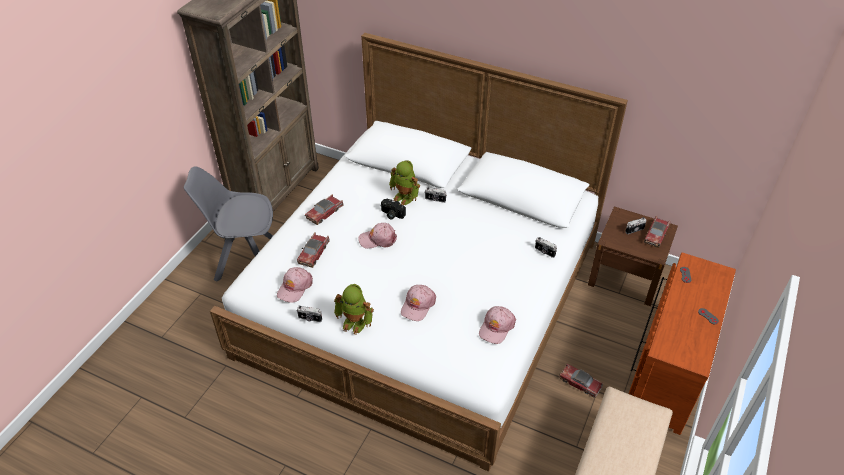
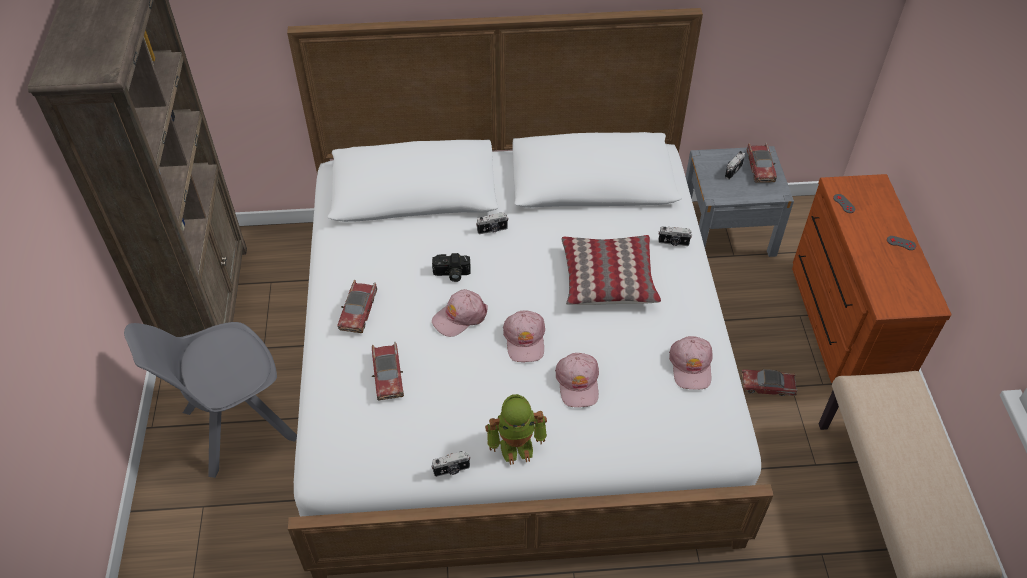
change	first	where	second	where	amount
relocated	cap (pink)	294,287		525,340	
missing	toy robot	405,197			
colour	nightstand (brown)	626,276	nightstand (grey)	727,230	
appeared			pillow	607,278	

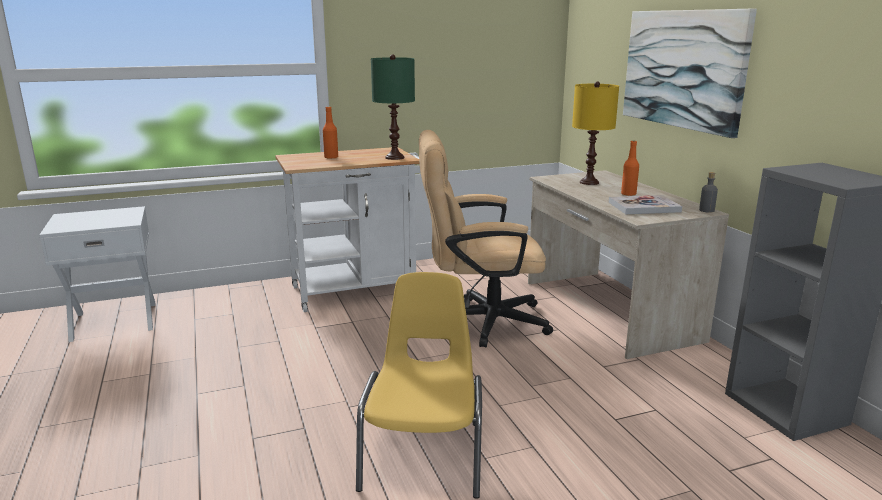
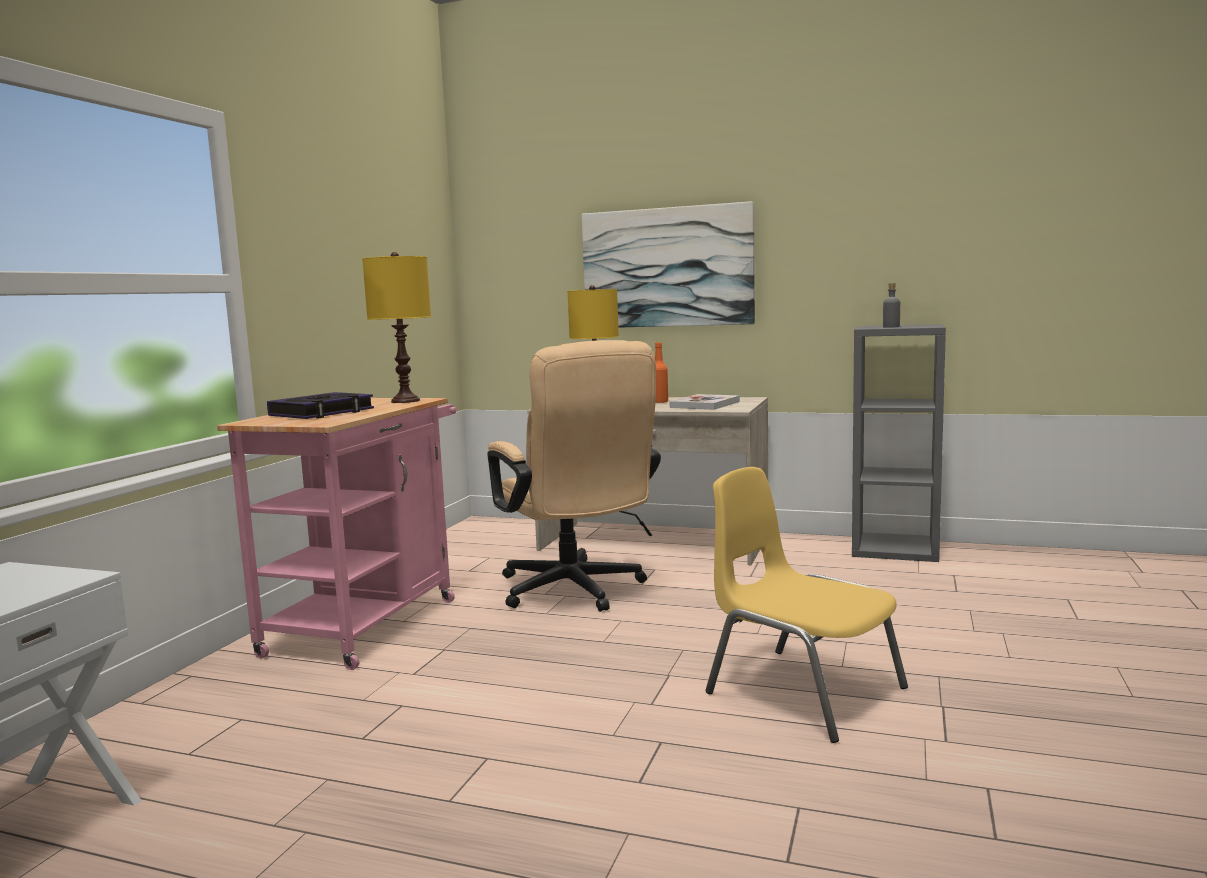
change	first	where	second	where	amount
colour	cart (white)	362,290	cart (pink)	368,622	
exchanged	bottle (orange)	331,157	book	322,413	
colour	table lamp (green)	395,157	table lamp (yellow)	406,401	
spun	office chair (beige)	479,321		576,592	60 degrees counterclockwise
relocated	bottle (grey)	706,210		891,327	

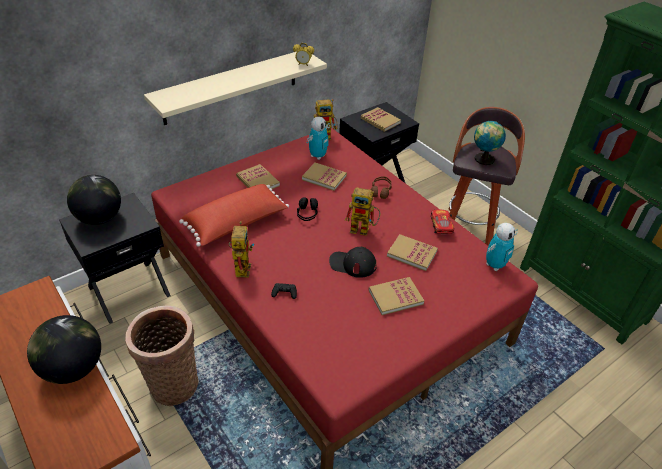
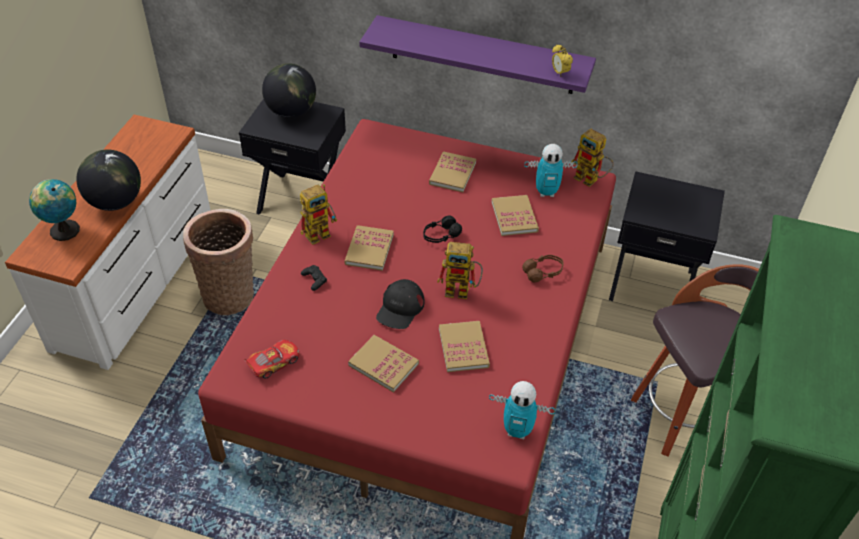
change	first	where	second	where	amount
colour	shelf (beige)	231,87	shelf (purple)	482,55	
missing	pillow (red)	237,224			
spun	cap (black)	352,264		400,308	135 degrees counterclockwise
spun	toy robot	364,229		462,290	60 degrees counterclockwise
relocated	book	380,121		369,249	
relocated	toy car	441,225		273,363	
relocated	globe	483,159		63,230	

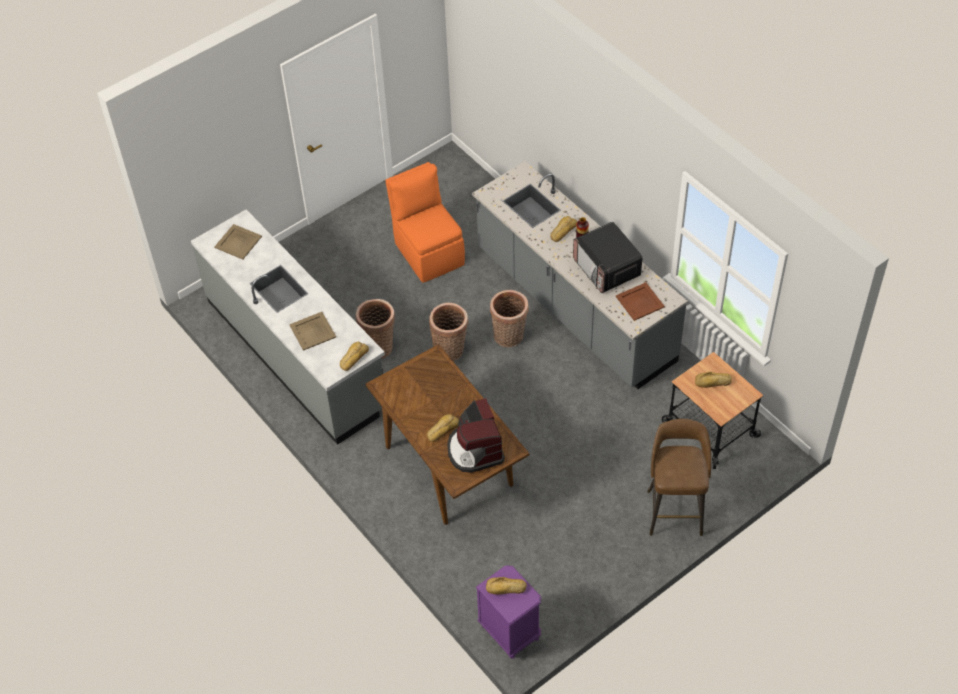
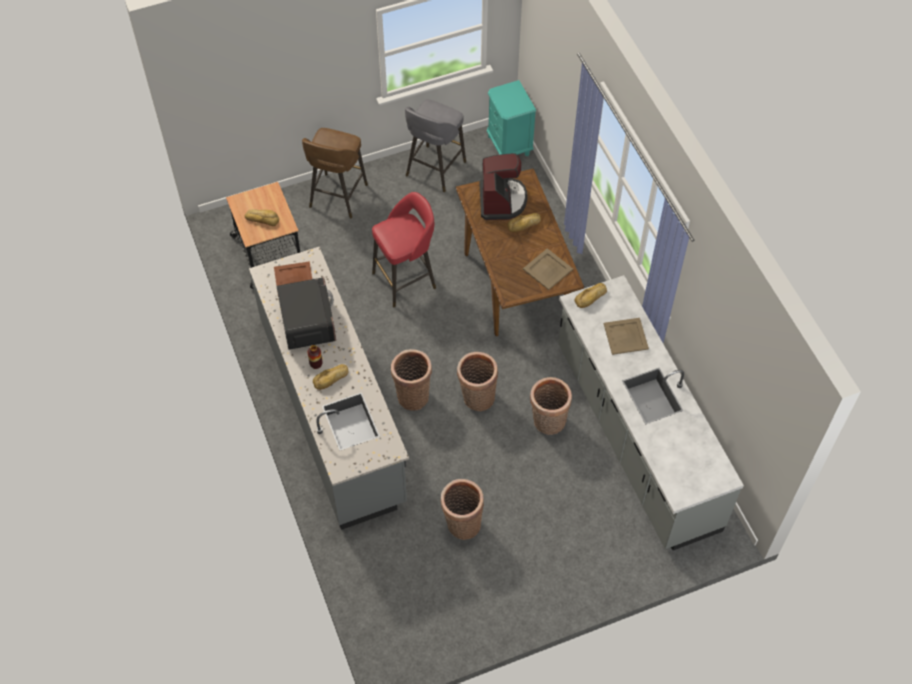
change	first	where	second	where	amount
relocated	tray (beige)	238,242		547,269	
exchanged	chair (orange)	428,252	basket	461,524	
colour	nightstand (purple)	509,632	nightstand (turquoise)	509,145	
missing	bread	506,588			
appeared			stool (red)	406,280	
appeared			stool (grey)	434,170	

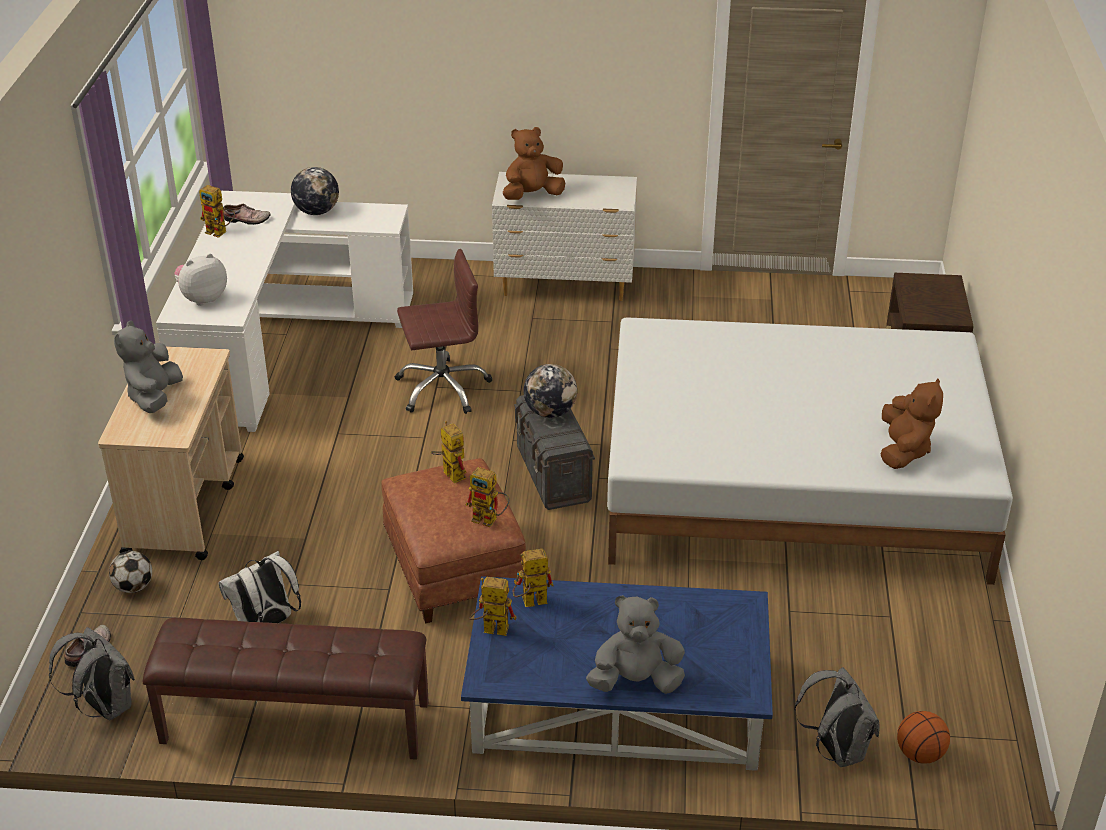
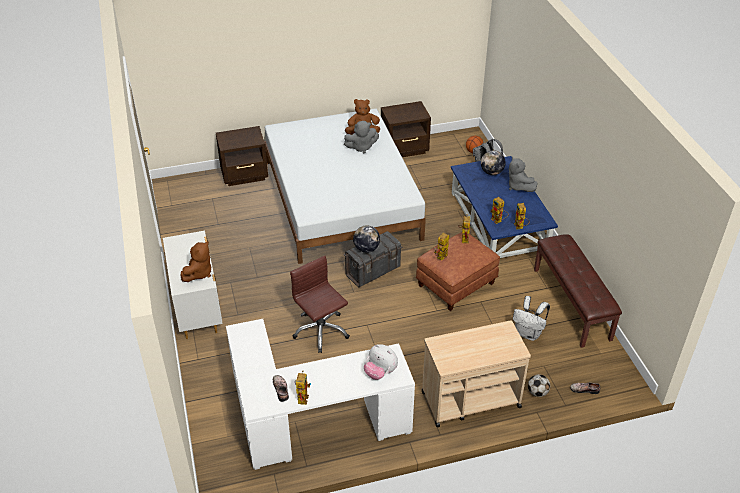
change	first	where	second	where	amount
missing	backpack (grey)	104,706			
relocated	plush toy (grey)	154,397		361,147	
relocated	globe	316,212		492,172	
spun	plush toy (brown)	532,195		199,273	105 degrees counterclockwise
appeared			nightstand (brown)	405,149	

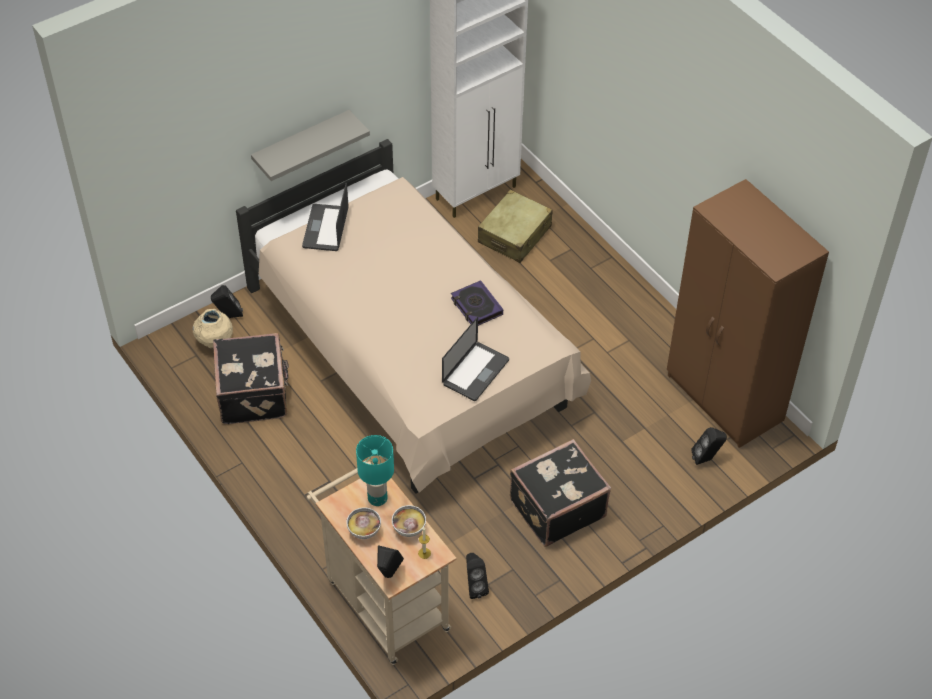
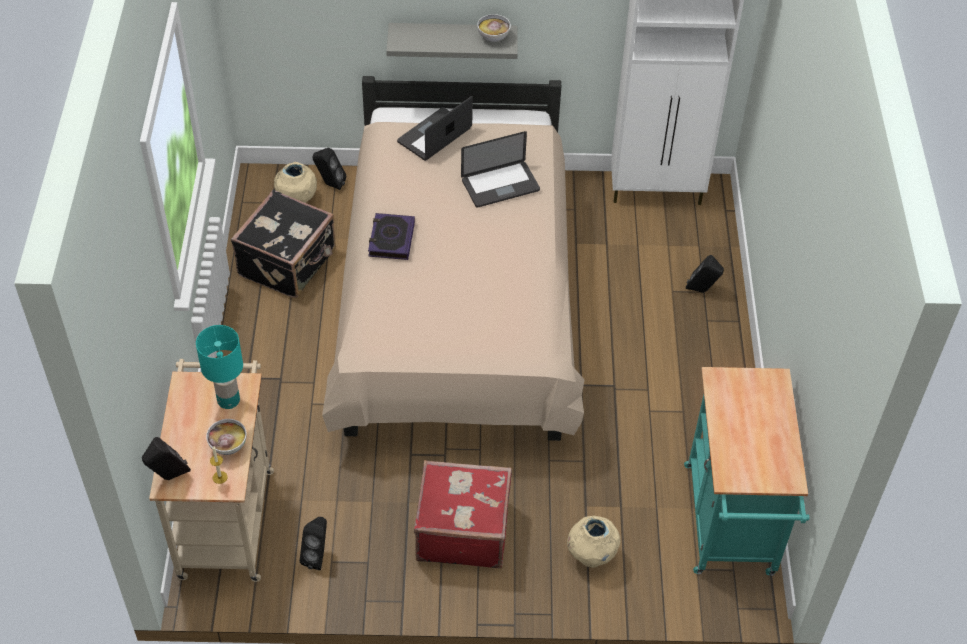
change	first	where	second	where	amount
relocated	bowl	364,531		493,38	
relocated	laptop	475,372		500,185	
relocated	book	476,307		391,239	
missing	suitcase (beige)	515,234			
colour	suitcase (black)	556,507	suitcase (red)	462,530	
exchanged	wardrobe (brown)	724,399	cart (turquoise)	730,528	
relocated	speaker (black)	706,459		702,290	
appeared			vase (beige)	591,556	

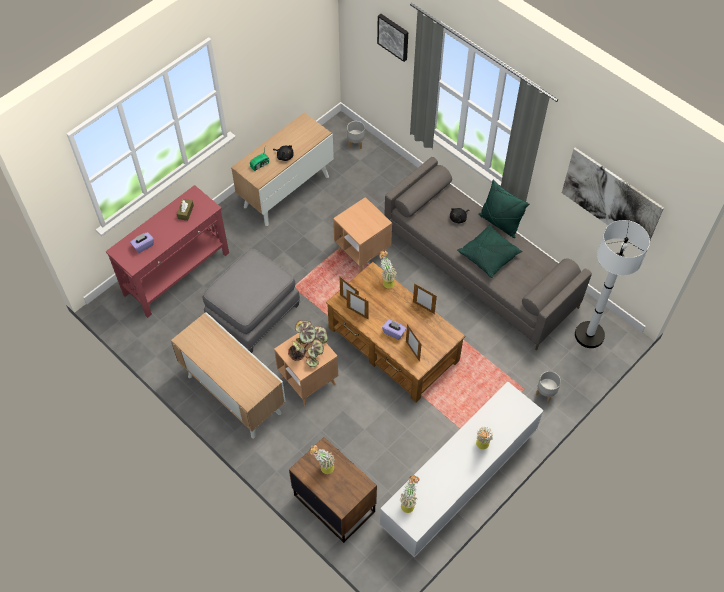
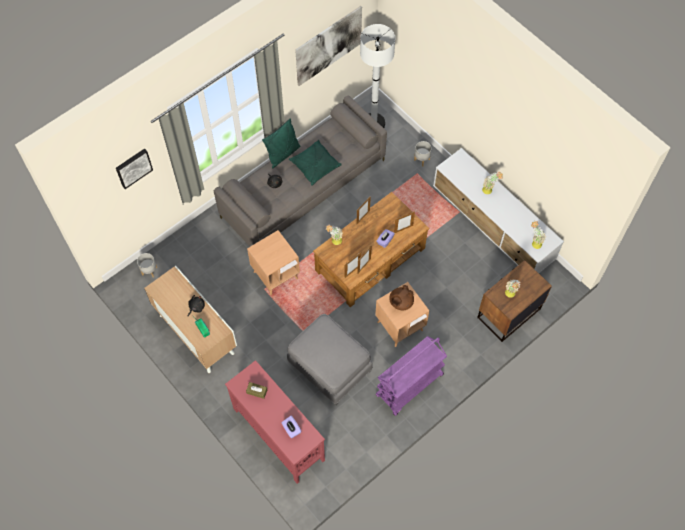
change	first	where	second	where	amount
exchanged	cabinet	233,394	cart (purple)	409,386	
exchanged	potted plant	308,349	teapot (brown)	400,302	

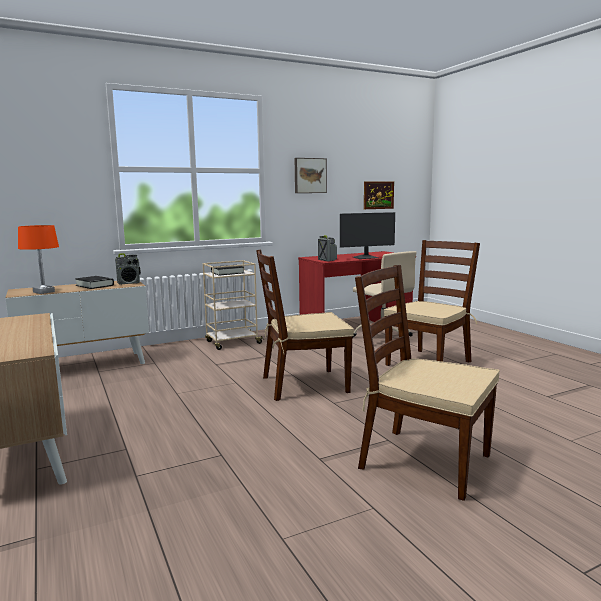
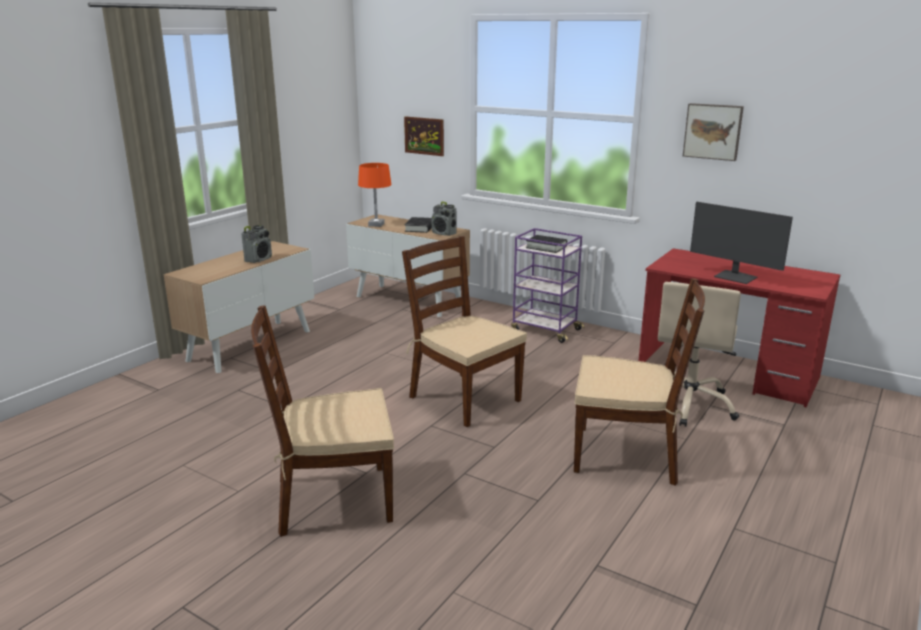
change	first	where	second	where	amount
colour	cart (beige)	232,343	cart (purple)	545,330	
relocated	radio	327,260		258,259	
spun	chair (brown)	423,461		333,499	105 degrees counterclockwise
relocated	picture	378,195		424,136	

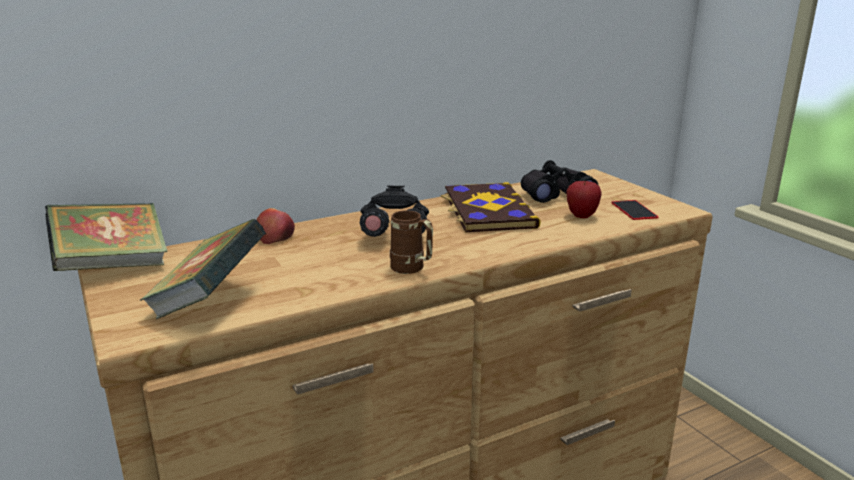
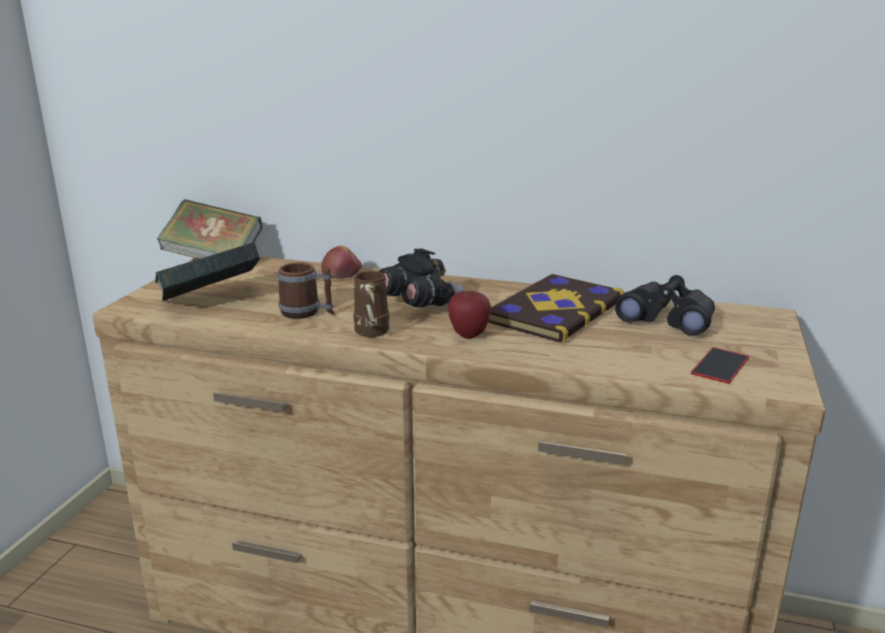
change	first	where	second	where	amount
relocated	apple	581,216		469,335	
appeared			mug	307,312	

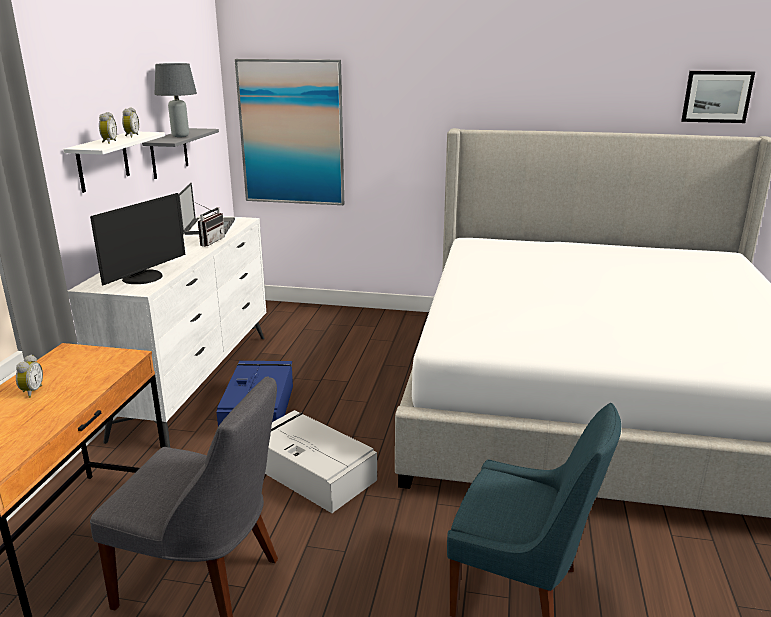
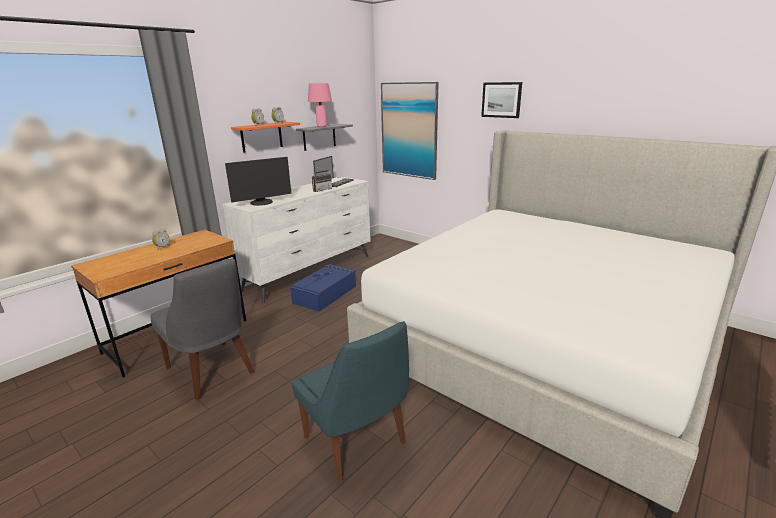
change	first	where	second	where	amount
colour	shelf (white)	103,161	shelf (orange)	261,137	
colour	table lamp (grey)	181,136	table lamp (pink)	322,126	
missing	storage box (grey)	311,471			
relocated	picture	716,96		501,100	

